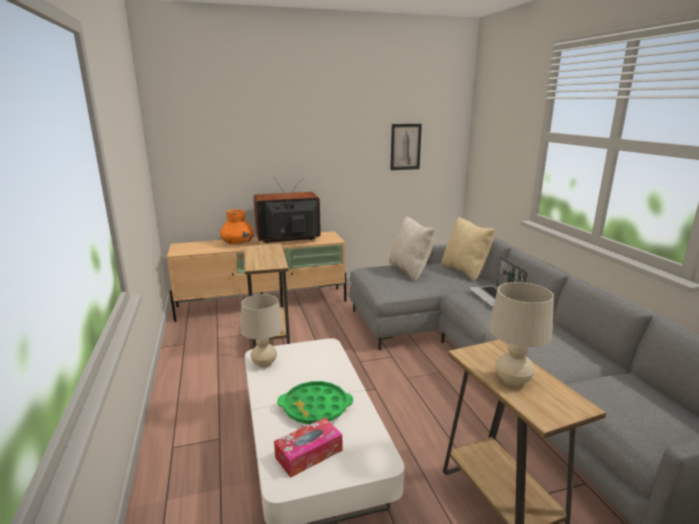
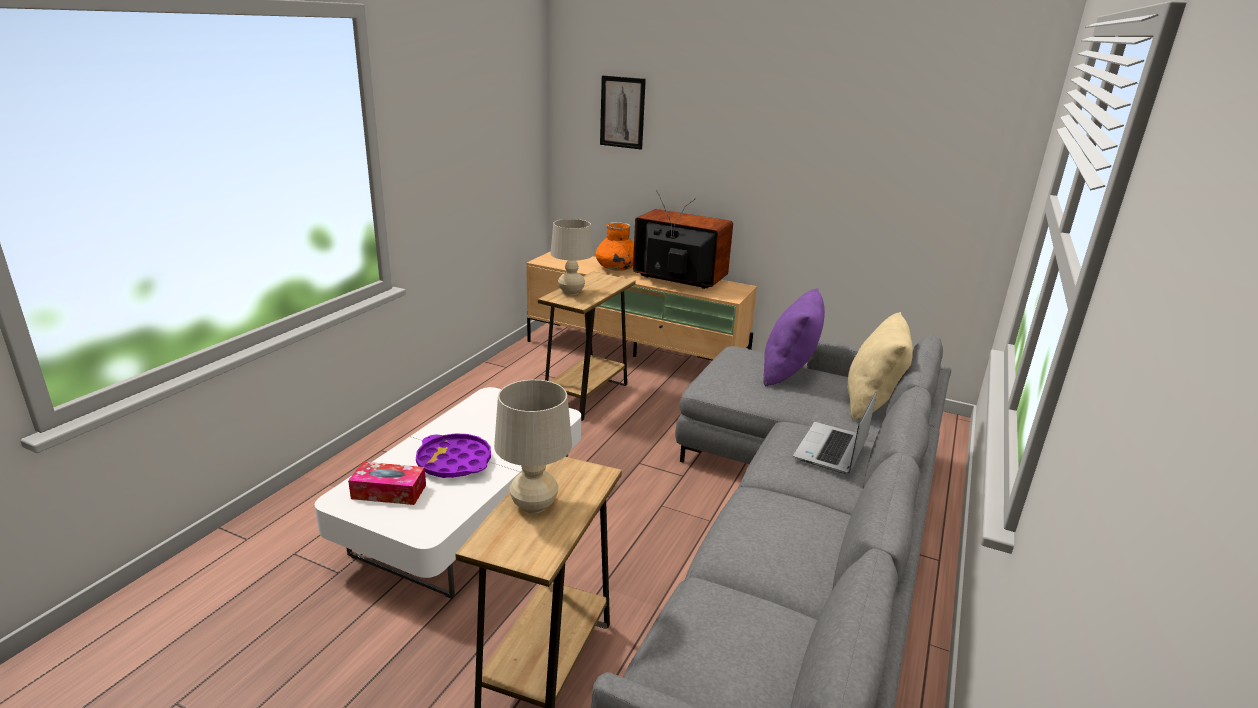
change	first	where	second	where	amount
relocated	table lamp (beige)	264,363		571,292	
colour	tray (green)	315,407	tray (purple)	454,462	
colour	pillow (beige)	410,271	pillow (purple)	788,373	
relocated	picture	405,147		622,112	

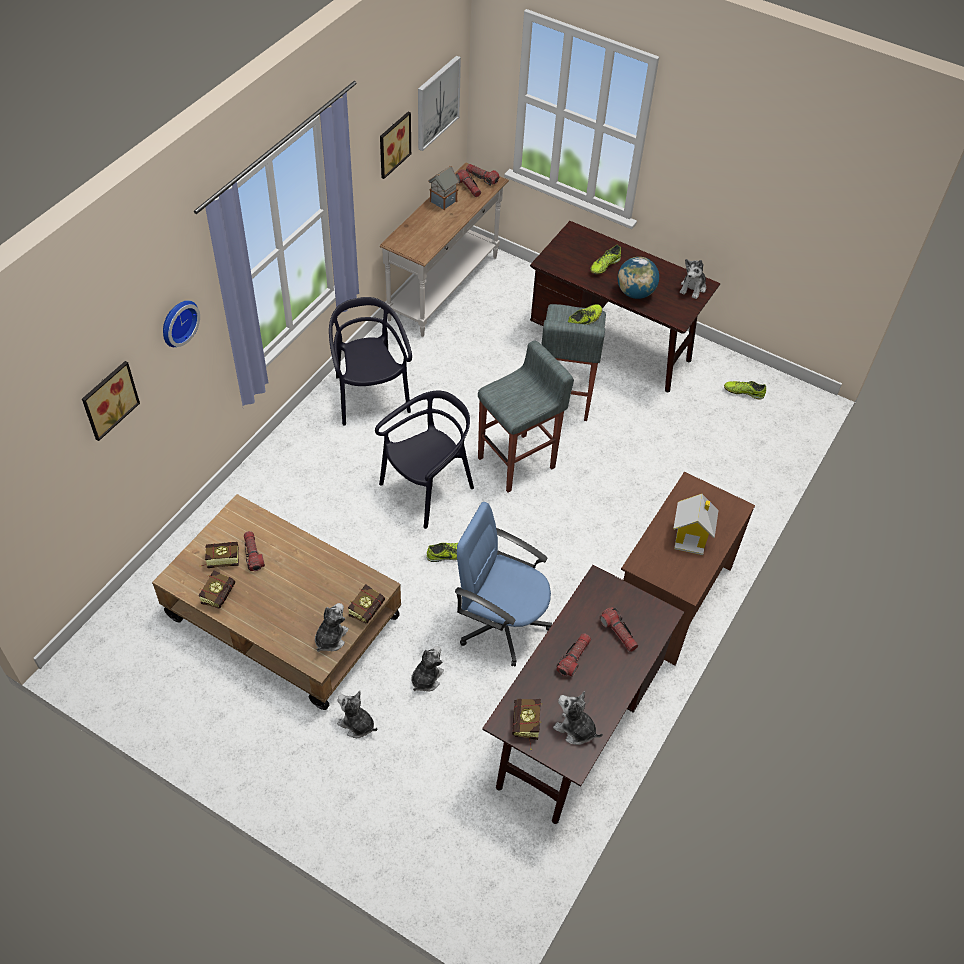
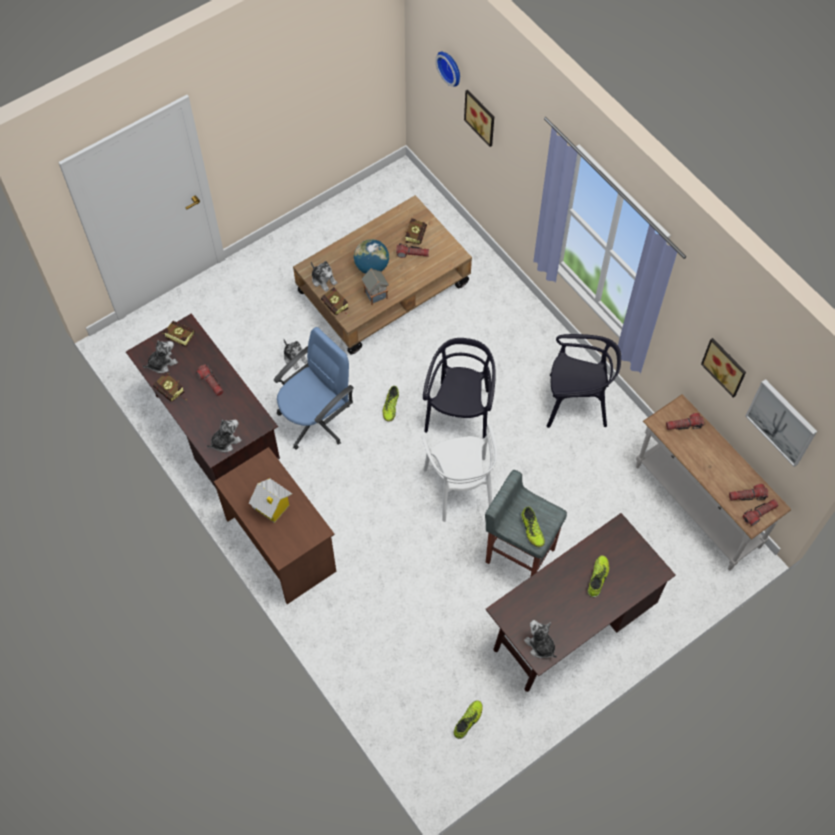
change	first	where	second	where	amount
relocated	wall clock	177,322		450,67	
relocated	book	220,593		172,393	
relocated	plush toy	357,724		225,441	
spun	chair (black)	427,489		459,413	150 degrees counterclockwise
relocated	toy house	443,202		375,294	
exchanged	stool (grey)	518,463	chair (white)	460,488	
spun	shoe	604,266		598,578	45 degrees clockwise
relocated	flashlight	618,633		683,425	
relocated	globe	635,293		371,267	

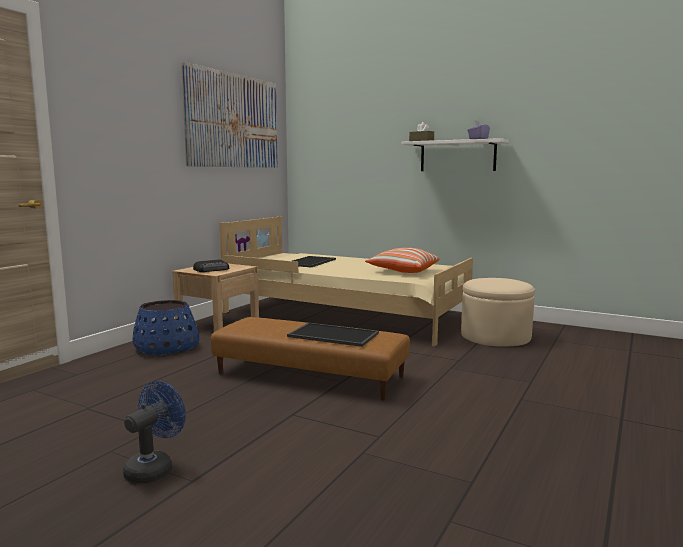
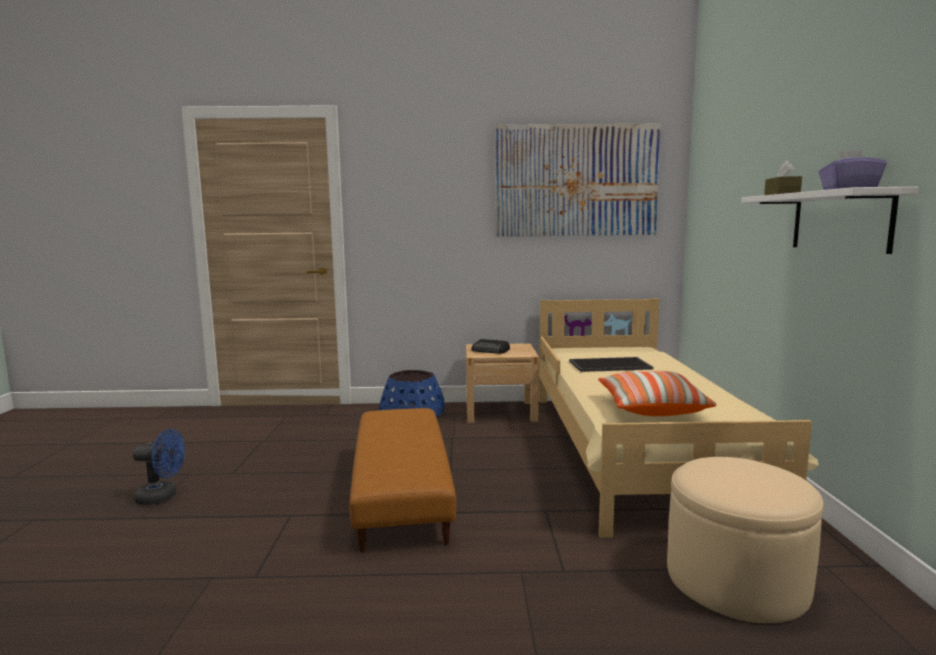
change	first	where	second	where	amount
missing	tray	332,335			

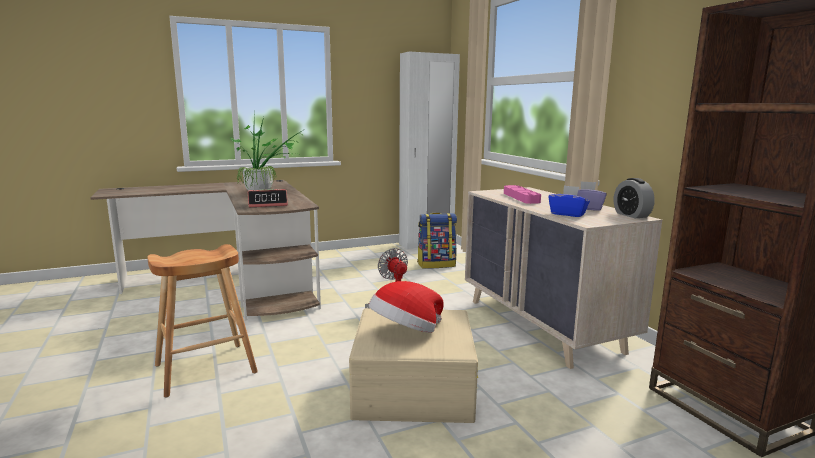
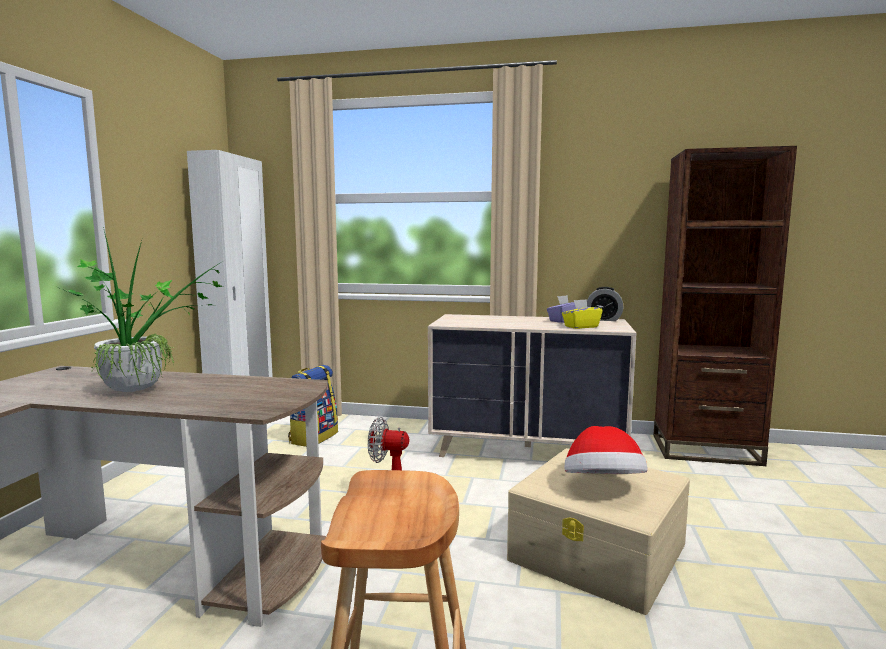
change	first	where	second	where	amount
missing	alarm clock	268,204			
missing	tray (pink)	521,197			
colour	tissue box (blue)	568,214	tissue box (yellow)	581,327	

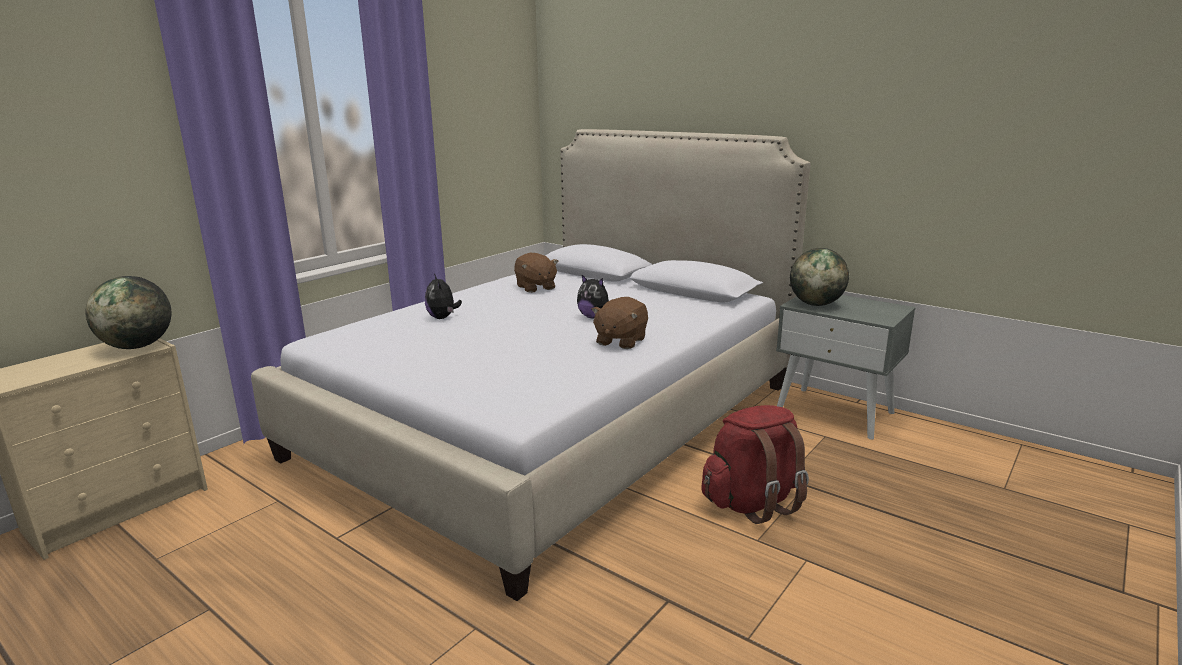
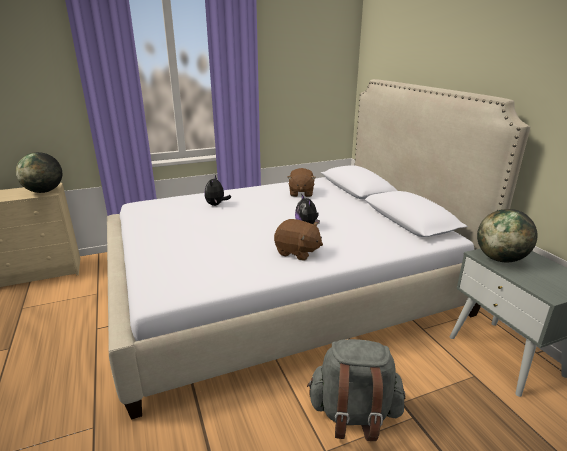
change	first	where	second	where	amount
spun	plush toy (brown)	620,341		297,252	120 degrees counterclockwise
colour	backpack (red)	753,503	backpack (grey)	353,414	

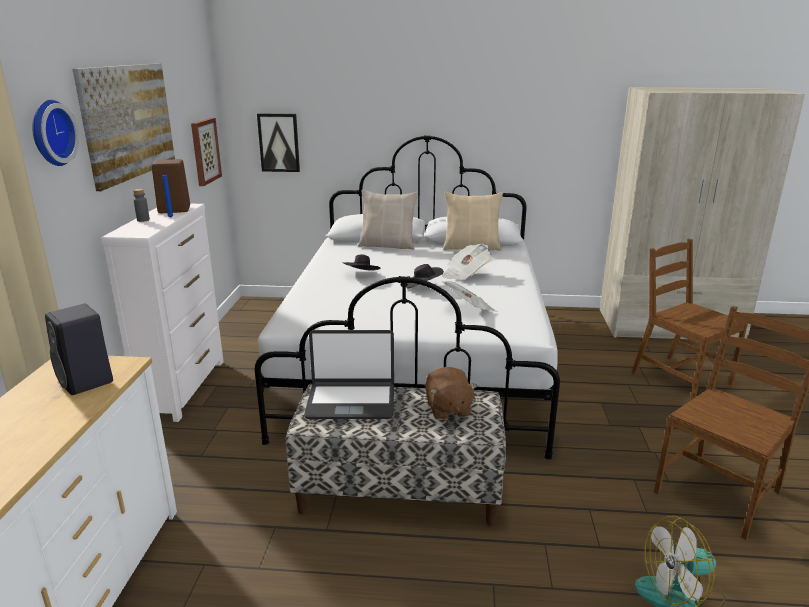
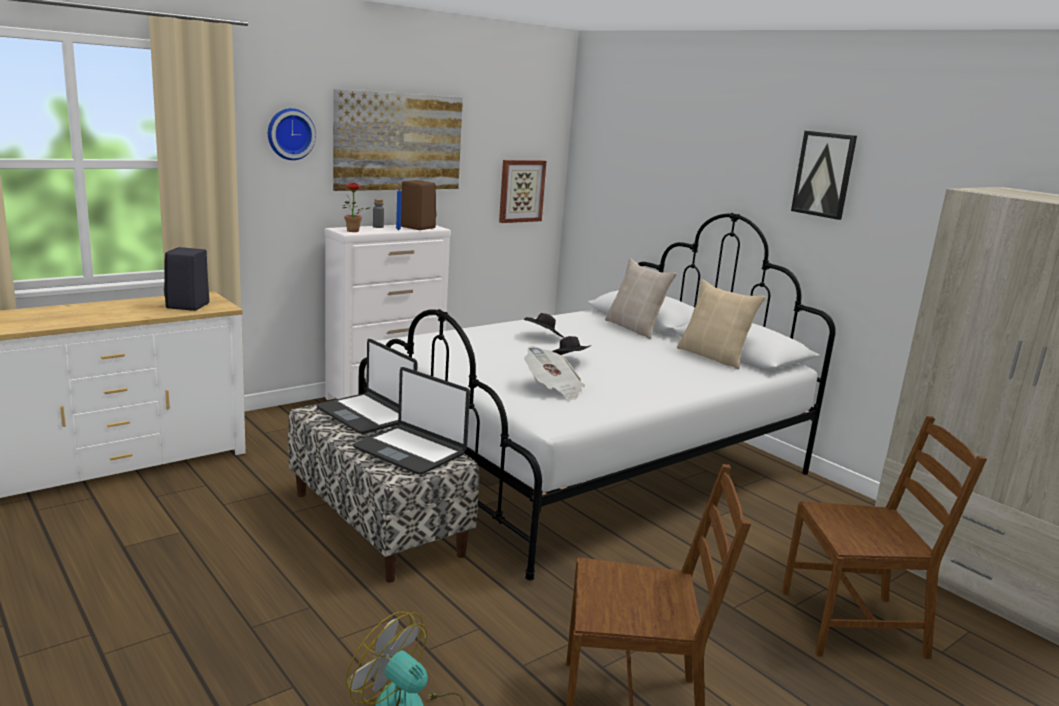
change	first	where	second	where	amount
relocated	picture	279,142		824,174	
exchanged	plush toy (brown)	448,409	laptop	411,451	
missing	newspaper	465,274			
spun	chair (brown)	679,378		854,624	75 degrees clockwise
appeared			potted plant	353,231	

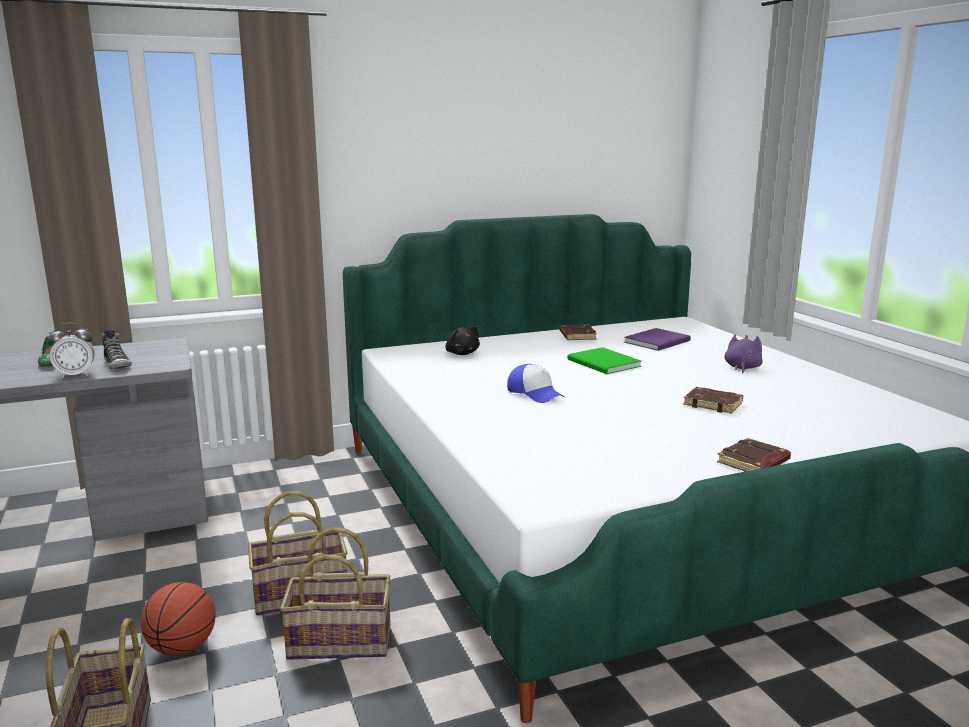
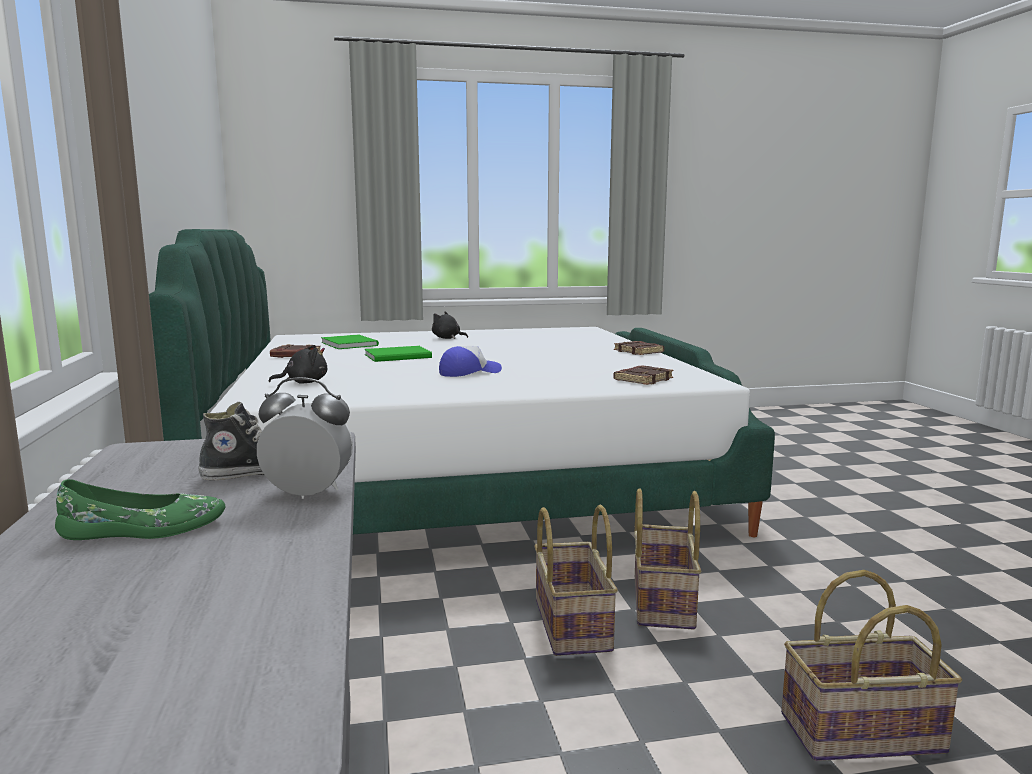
change	first	where	second	where	amount
spun	alarm clock	75,375		308,494	75 degrees counterclockwise
missing	basketball	182,647			
colour	book (purple)	659,341	book (green)	350,343	
relocated	book (brown)	714,404		643,379	
colour	plush toy (purple)	742,368	plush toy (black)	447,338	

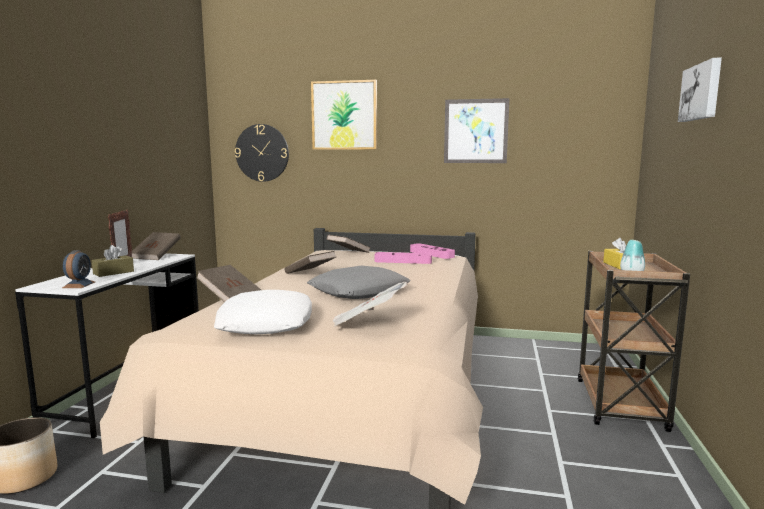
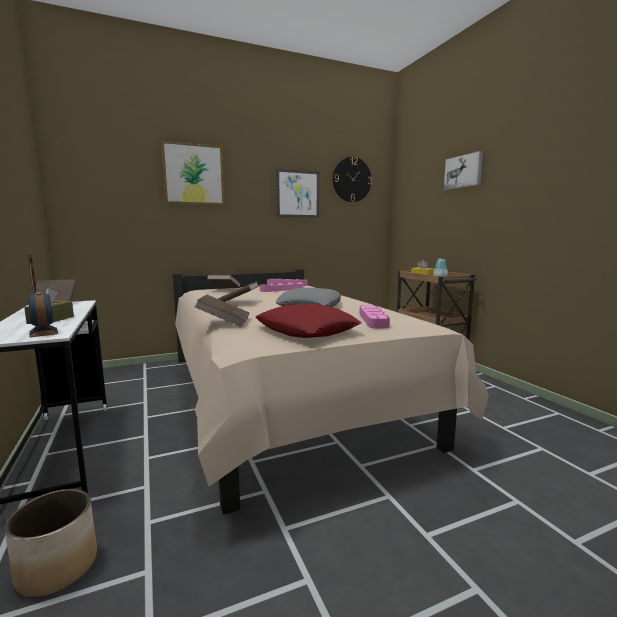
change	first	where	second	where	amount
colour	pillow (white)	266,322	pillow (red)	306,330	
relocated	wall clock	262,153		351,179	
exchanged	newspaper	366,324	tray (pink)	373,320	

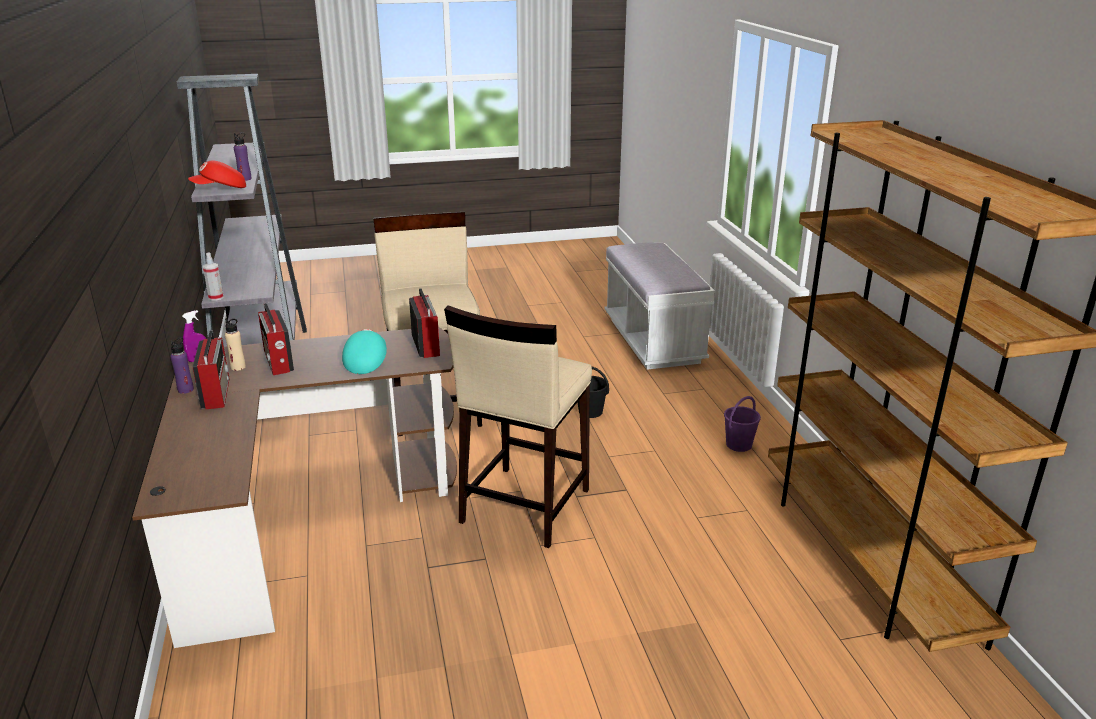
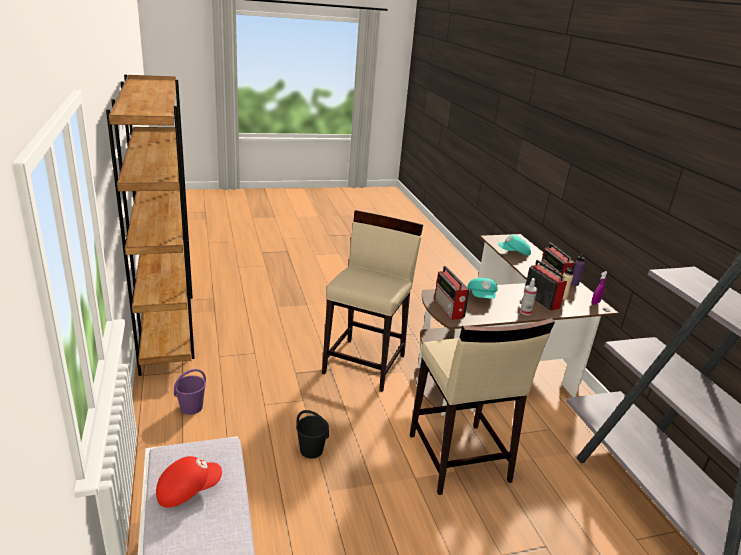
change	first	where	second	where	amount
relocated	cap (red)	220,189		188,489	
relocated	spray bottle	216,297		525,312	
missing	bottle (purple)	245,179			
appeared			cap (turquoise)	514,253	

